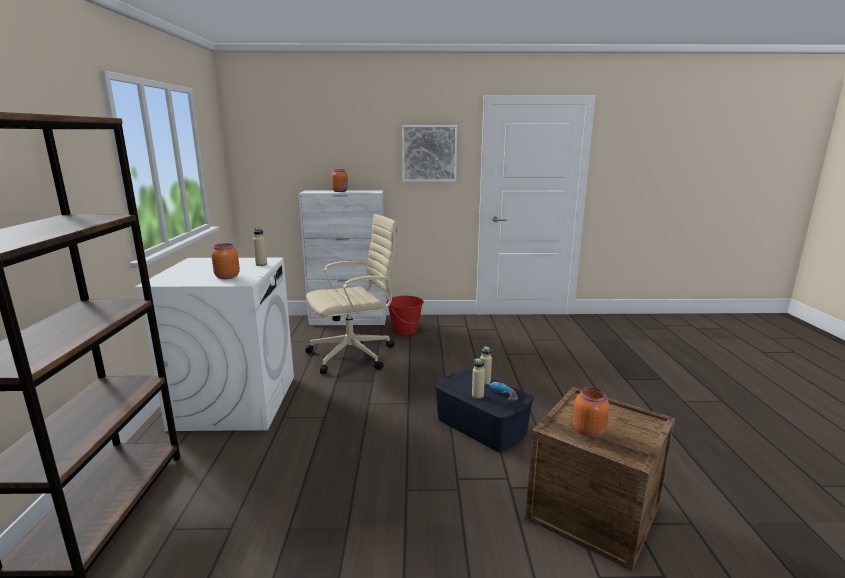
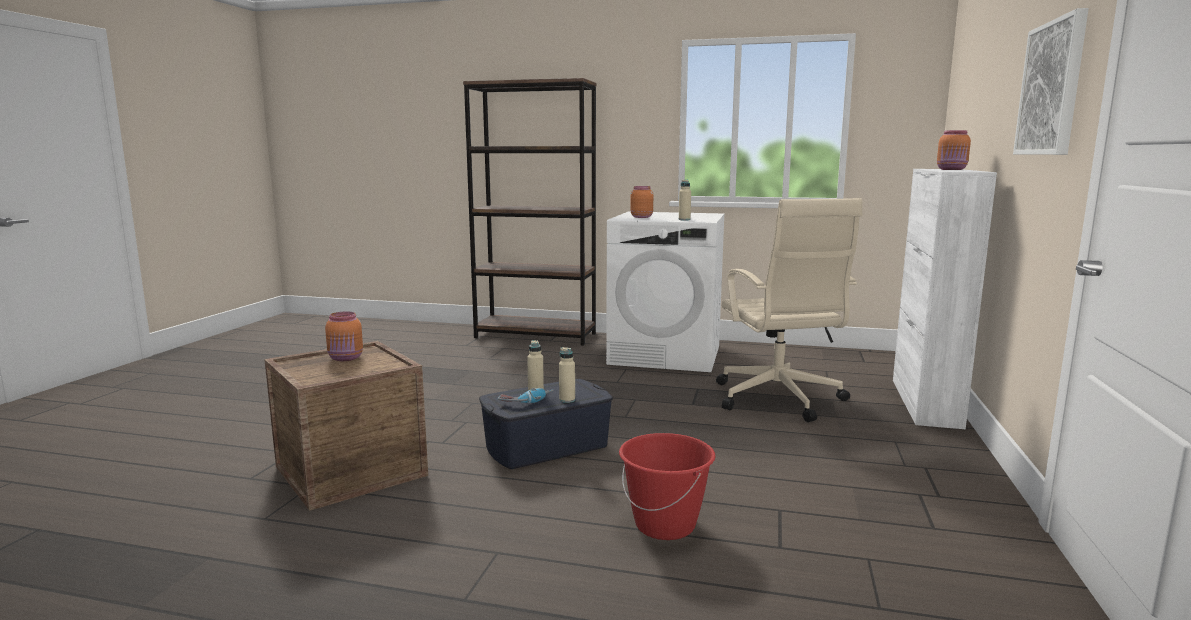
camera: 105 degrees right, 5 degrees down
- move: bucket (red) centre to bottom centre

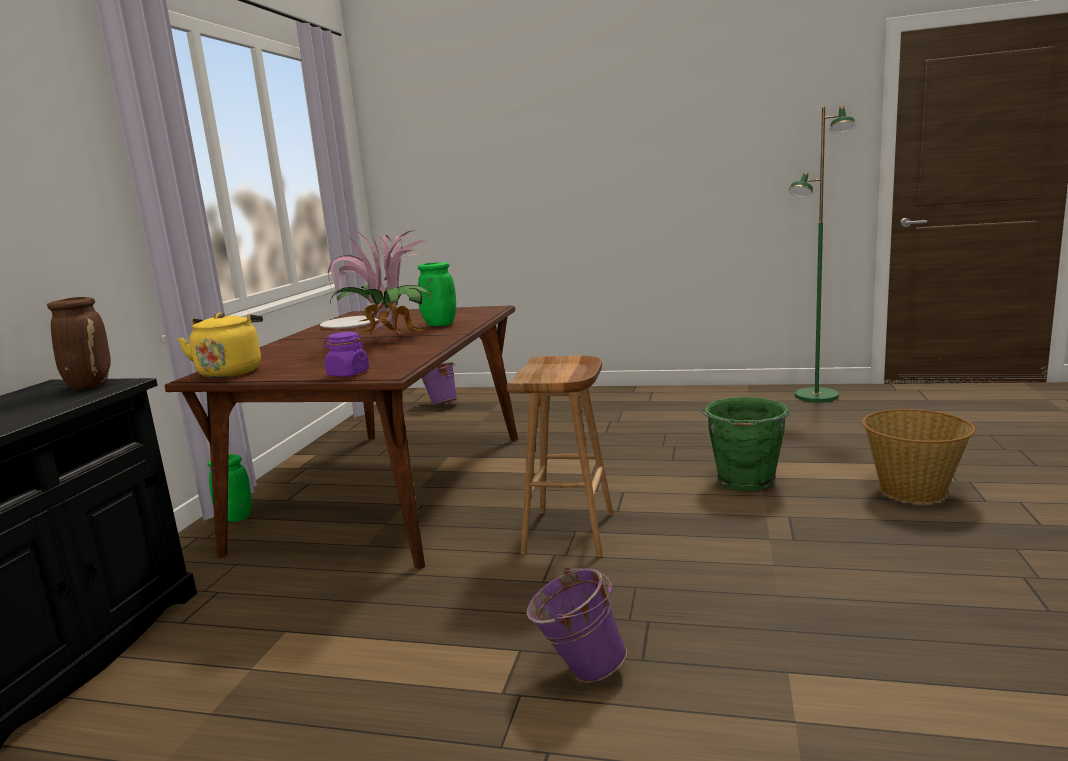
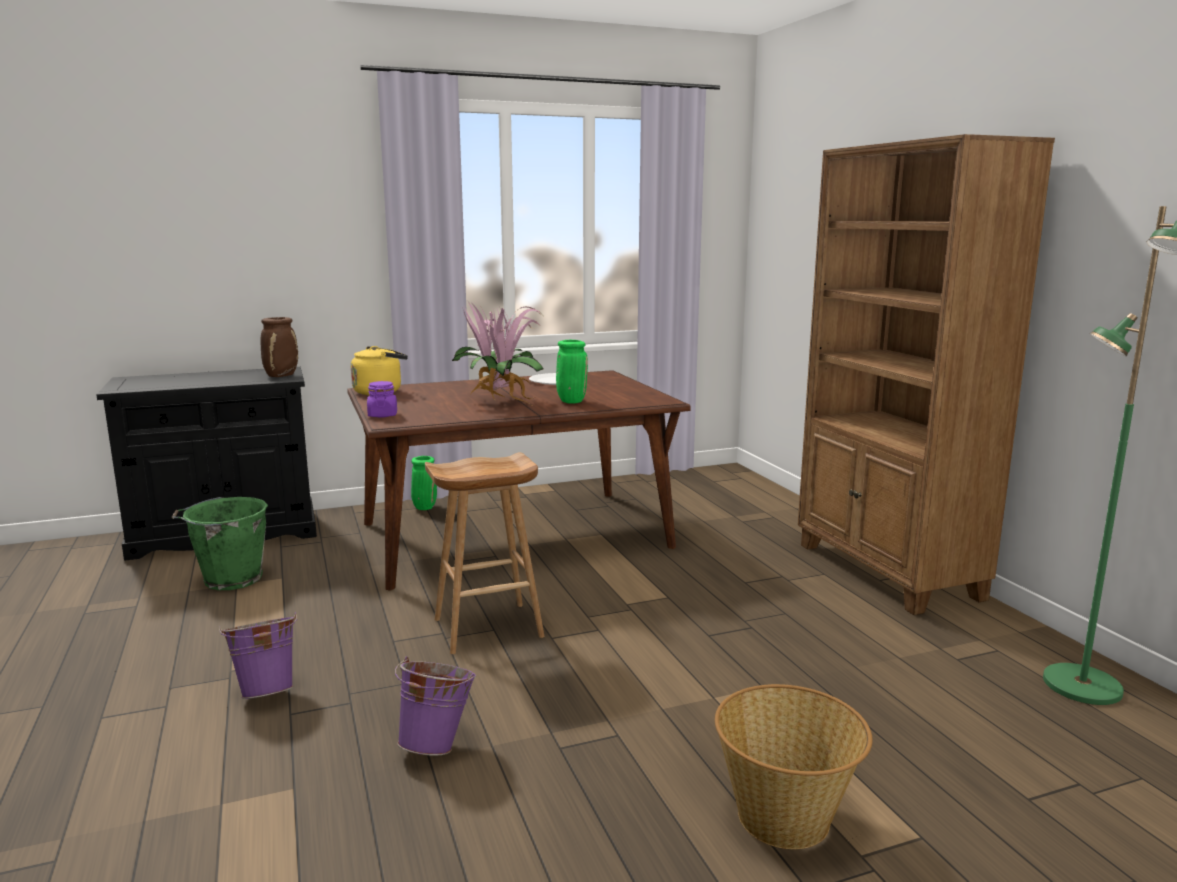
camera: 55 degrees right, 0 degrees up
- move: bucket (purple) (1st from left in the first image) centre to bucket (purple) (2nd from left) bottom centre
- move: bucket (green) middle right to middle left
- insert: bookcase (brown) middle right

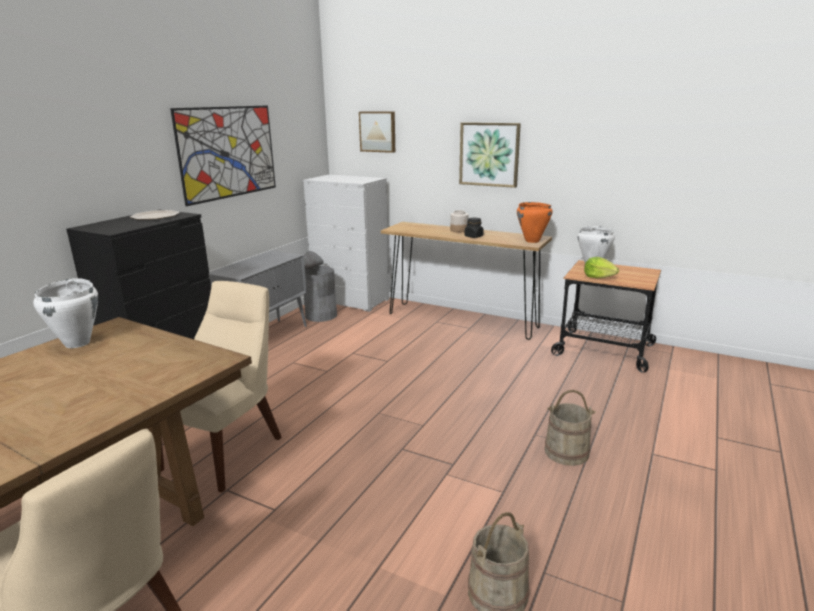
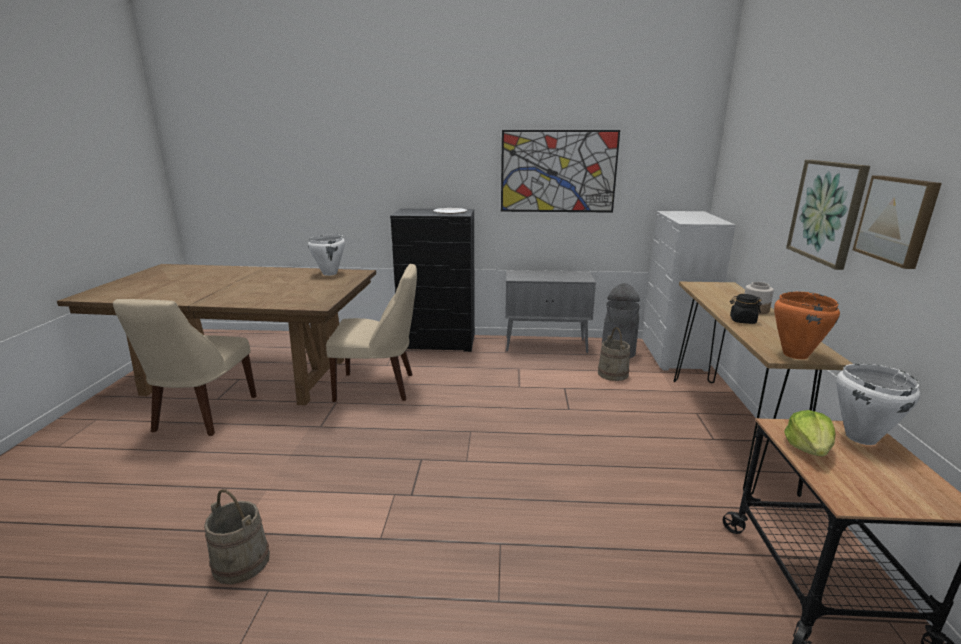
camera: 65 degrees right, 0 degrees up
- move: picture (2nd from left in the first image) top centre to picture (3rd from left) middle right
- move: bucket (beige) (2nd from left) bottom right to centre

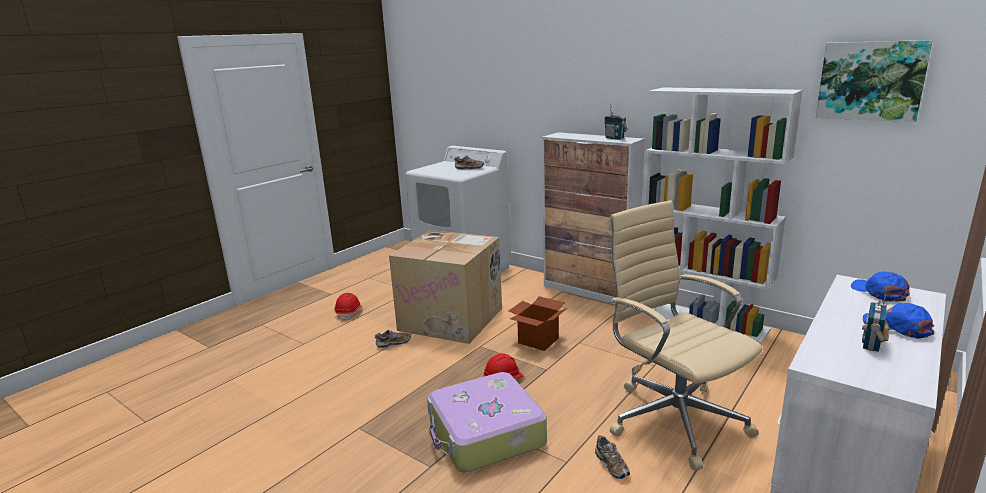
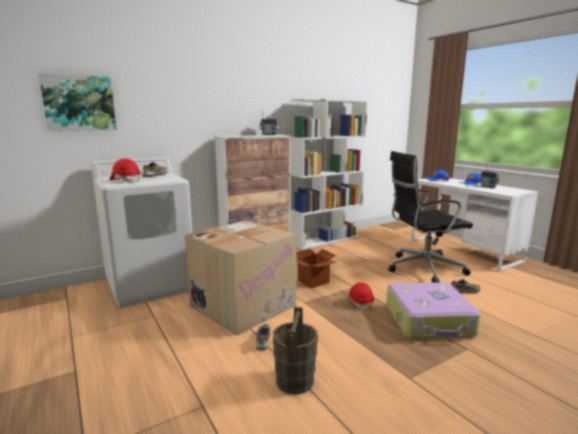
camera: 70 degrees left, 5 degrees down
- move: picture top right to top left
- recolor: office chair (beige) bottom right to office chair (black) middle right
- move: hard hat (red) (1st from left) centre to middle left
- insert: bucket (brown) bottom centre

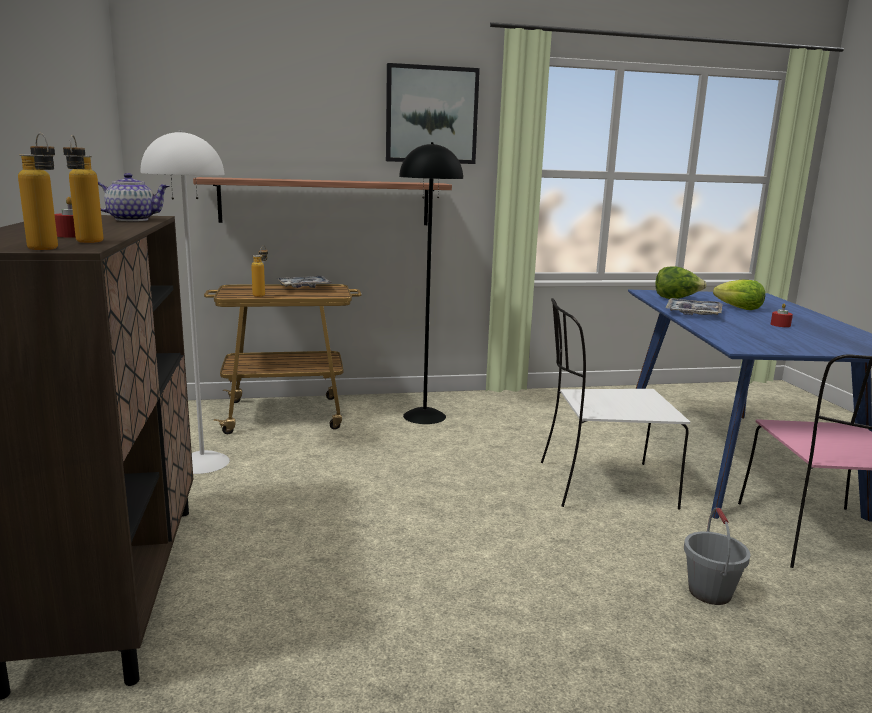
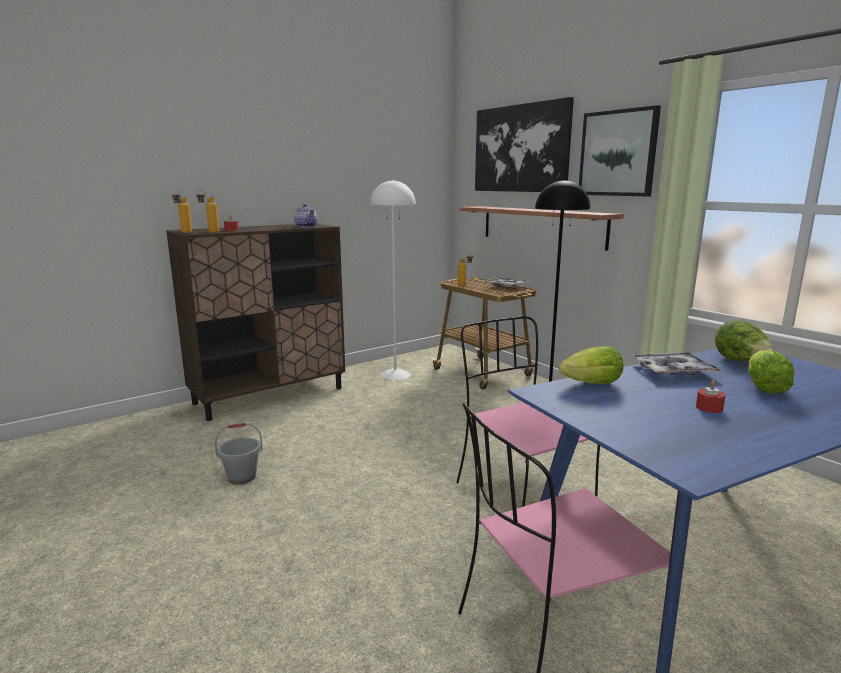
camera: 65 degrees right, 0 degrees up
- recolor: chair (white) middle right to chair (pink) (1st from left) centre
- move: bucket (grey) bottom right to bottom left
- insert: picture (1st from left) top centre
- insert: lettuce (1st from left) middle right

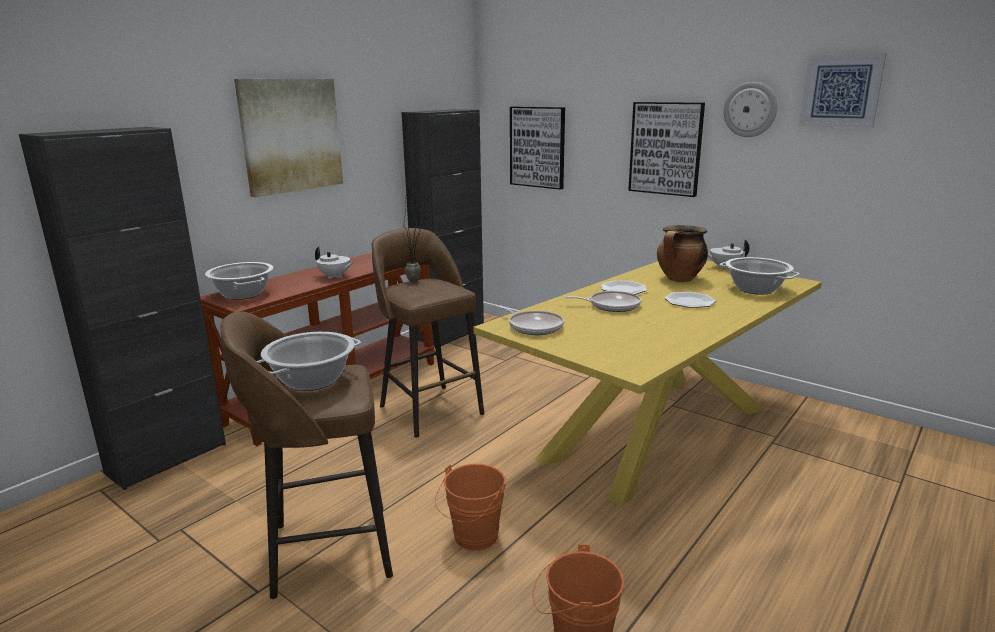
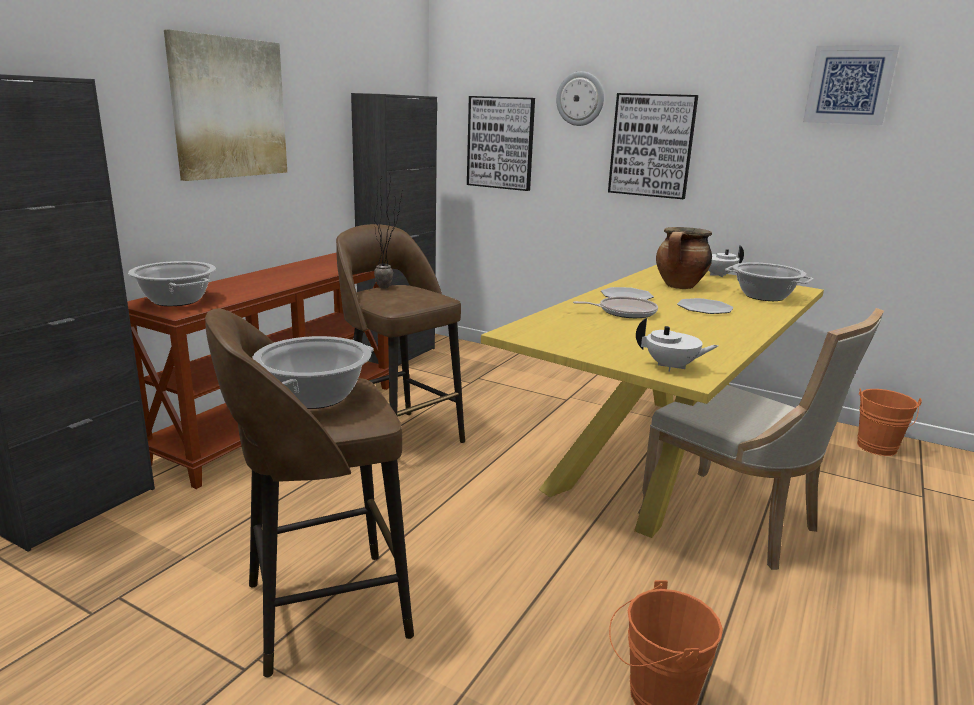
camera: 10 degrees left, 0 degrees up
- move: wall clock top right to top centre
- move: teapot (white) (1st from left) centre to middle right
- delete: frying pan (1st from left) centre
- move: bucket (orange) (1st from left in the first image) bottom centre to bucket (orange) (2nd from left) middle right
- insert: chair (beige) middle right

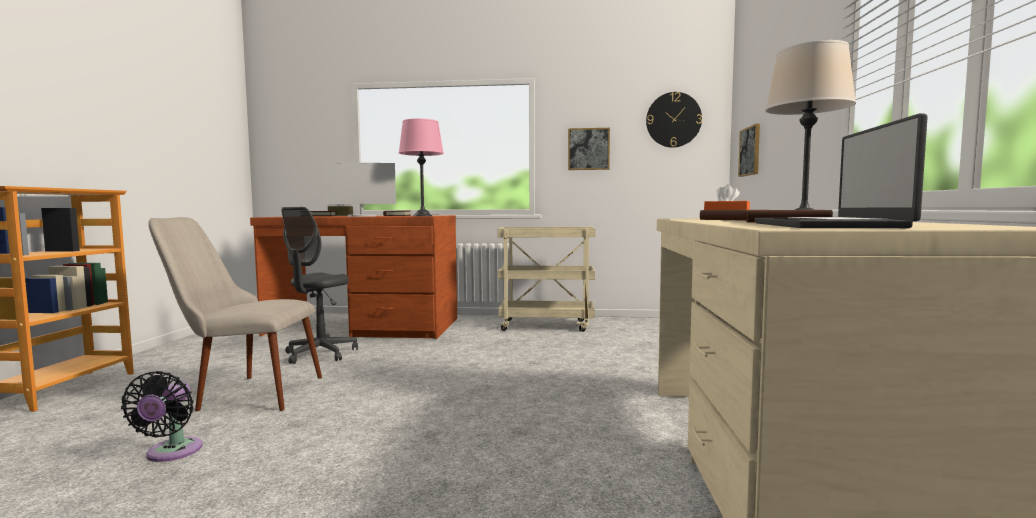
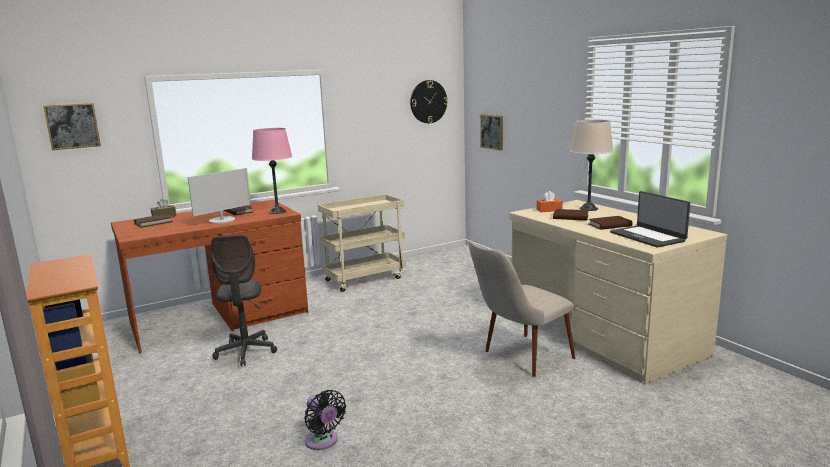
camera: 35 degrees left, 10 degrees up
- move: picture (1st from left) top centre to top left
- move: chair (beige) middle left to centre

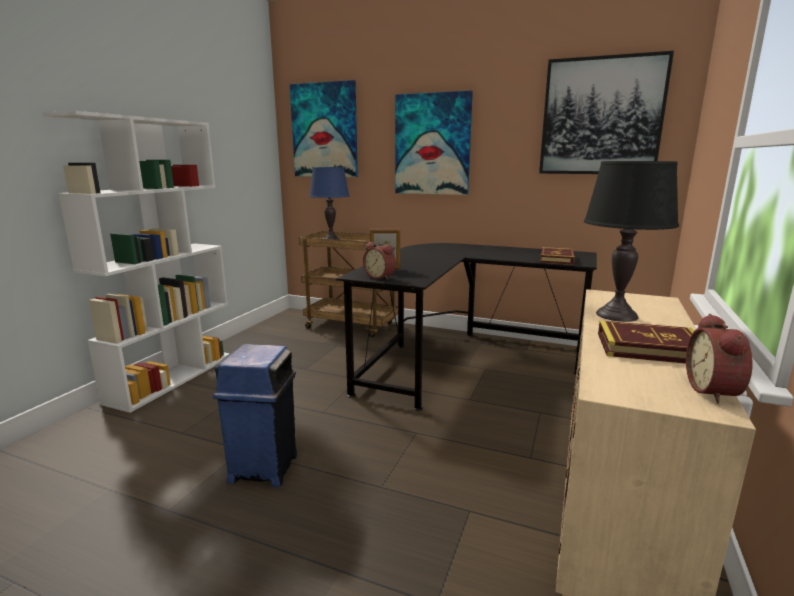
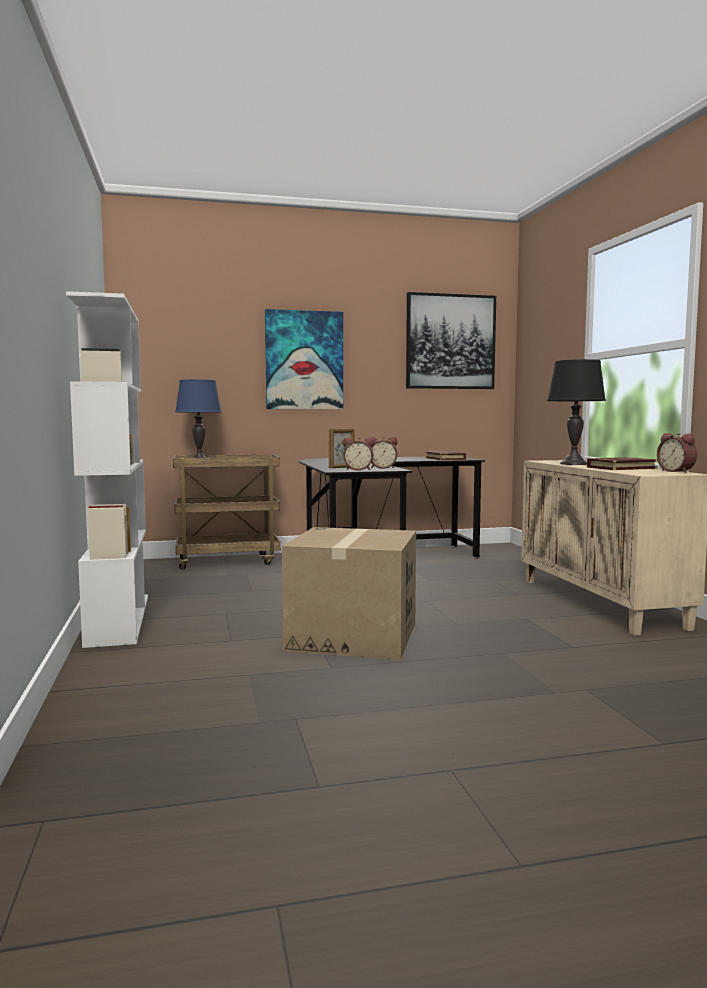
camera: 35 degrees left, 10 degrees down
- delete: picture (1st from left) top centre
- replace: trash can (blue) bottom left to cardboard box centre
- insert: alarm clock (2nd from left) centre

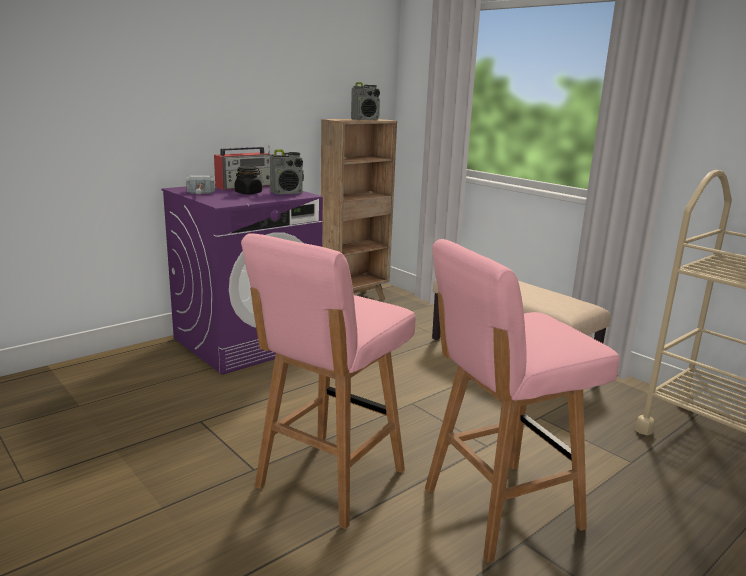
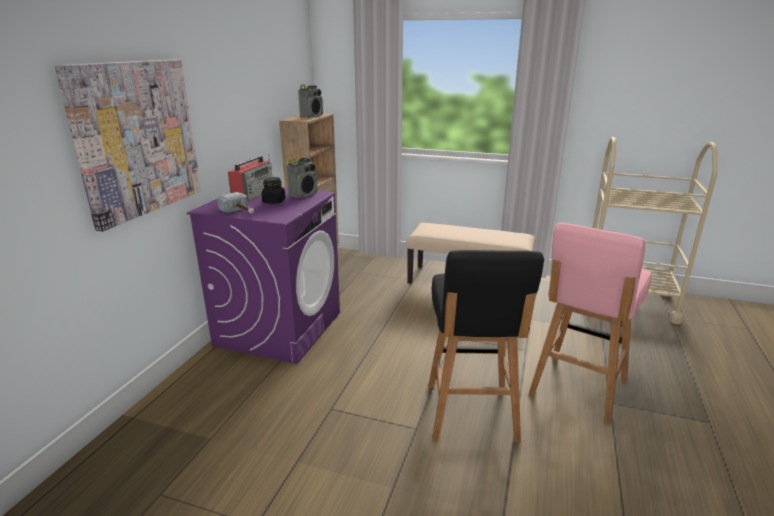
camera: 30 degrees left, 5 degrees up
- recolor: stool (pink) (1st from left) centre to stool (black) bottom centre
- insert: picture top left

